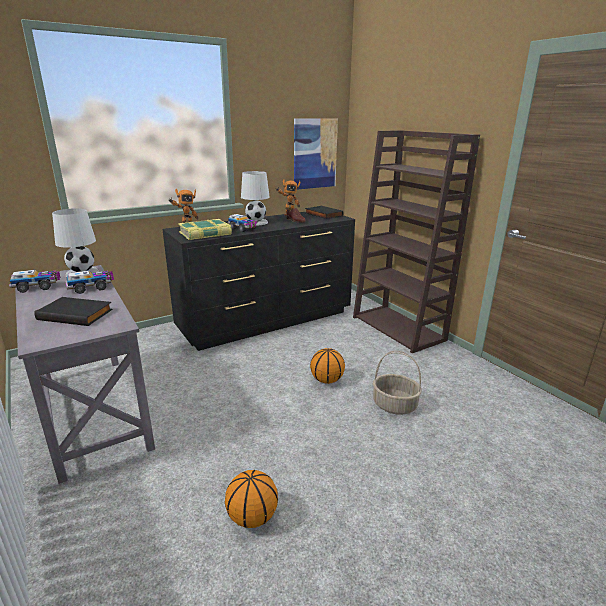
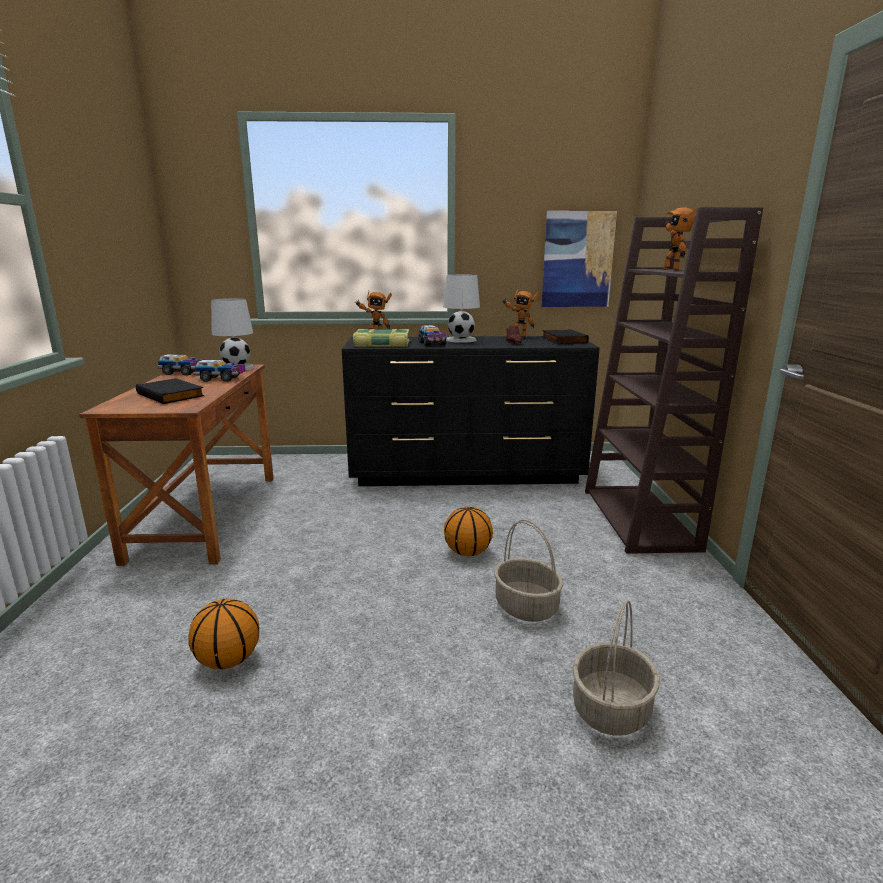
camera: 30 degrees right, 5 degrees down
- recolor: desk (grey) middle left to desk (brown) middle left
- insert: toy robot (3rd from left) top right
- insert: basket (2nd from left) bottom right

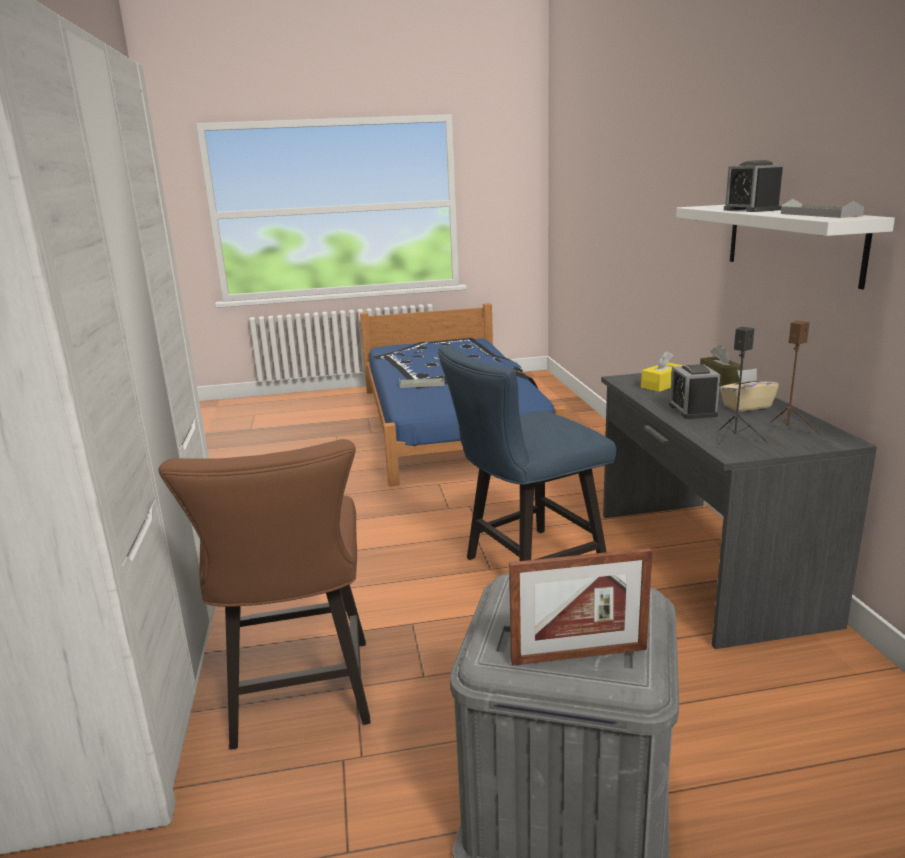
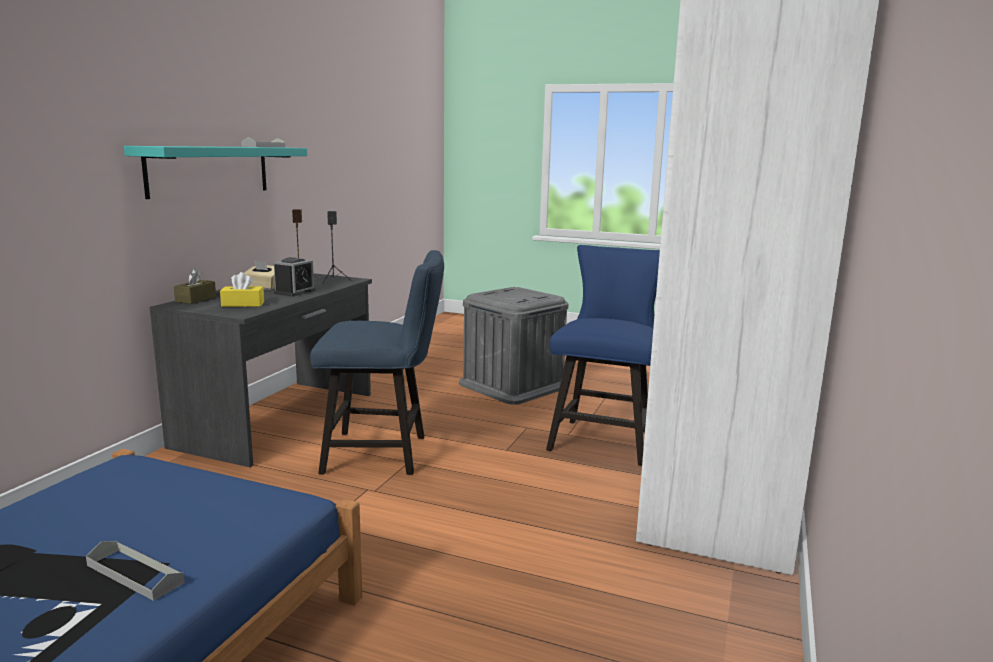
camera: 150 degrees left, 5 degrees down
- delete: alarm clock (2nd from left) top right
- recolor: shelf (white) top right to shelf (turquoise) top left
- recolor: chair (brown) bottom left to chair (blue) (2nd from left) centre
- delete: picture frame bottom centre

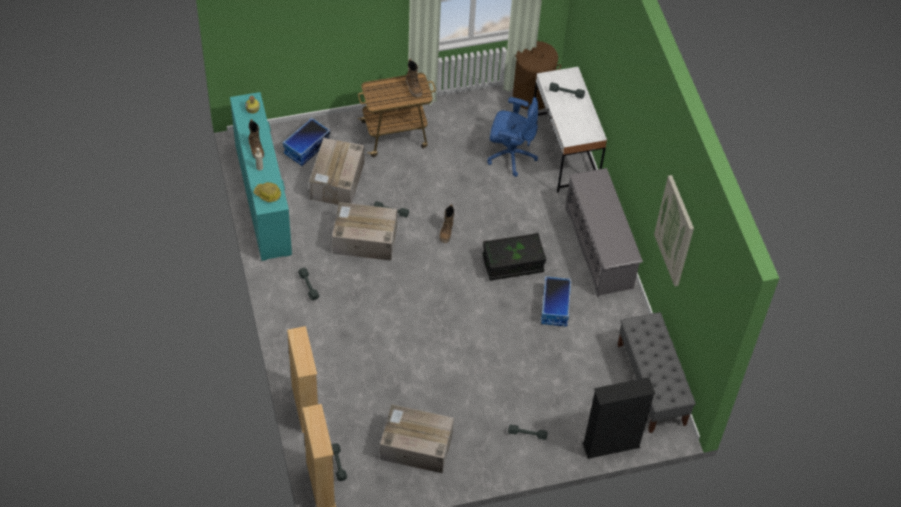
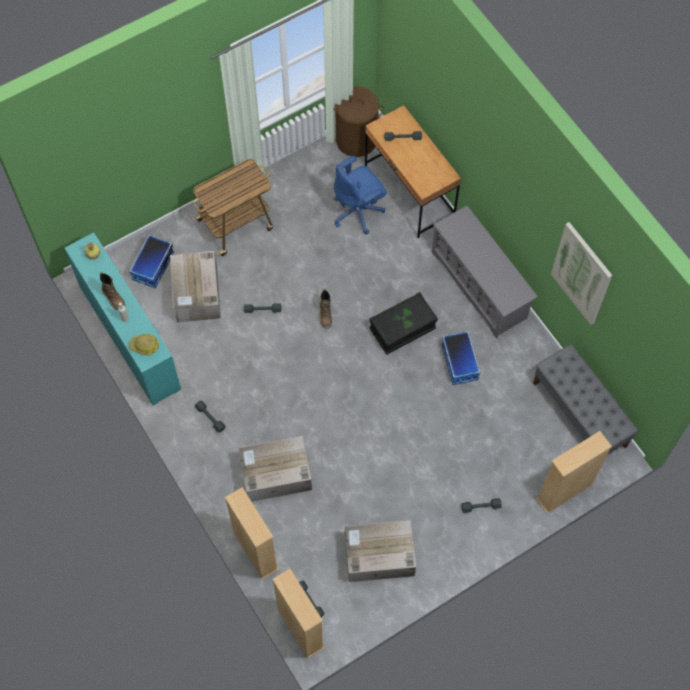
camera: 15 degrees left, 10 degrees up
- delete: boot (2nd from left) top centre
- recolor: desk (white) top centre to desk (brown) top centre
- rotate: office chair (blue) top centre = top centre 150 degrees clockwise
- move: cardboard box (2nd from left) centre to bottom centre
- recolor: bookcase (black) bottom right to bookcase (beige) (3rd from left) bottom right

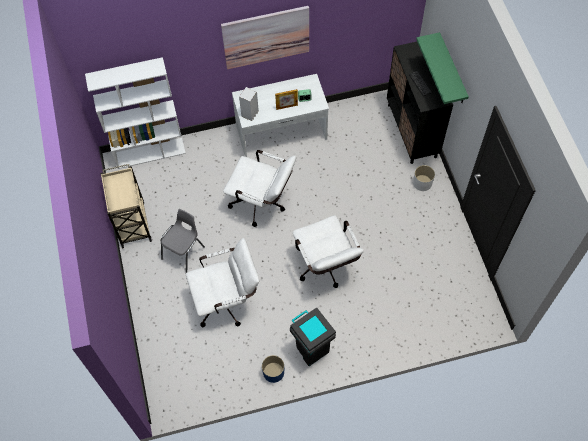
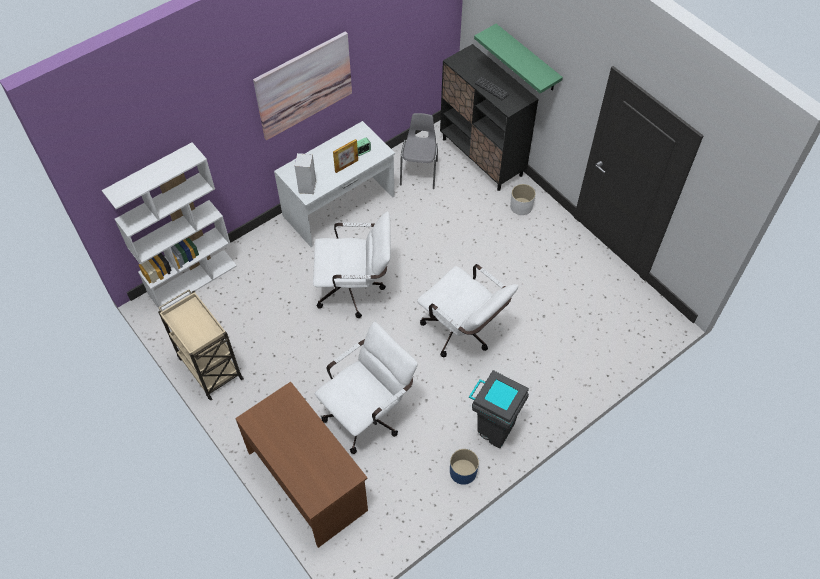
camera: 25 degrees left, 5 degrees down
- move: chair (grey) middle left to top centre
- insert: desk (brown) bottom centre

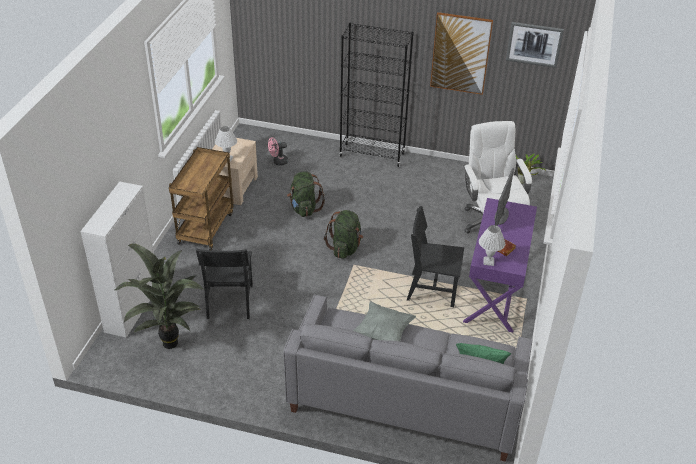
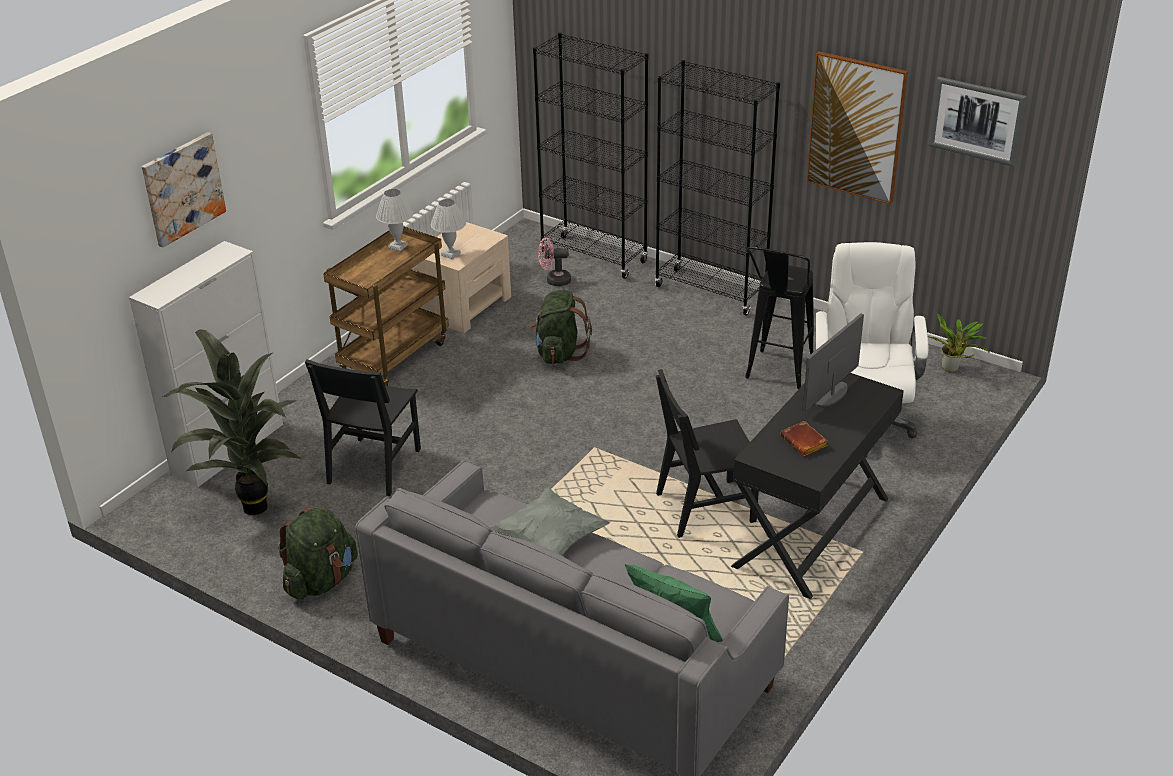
camera: 20 degrees right, 5 degrees down
- recolor: desk (purple) middle right to desk (black) middle right
- rotate: chair (black) (2nd from left) centre = centre 45 degrees counterclockwise
- move: backpack (green) (2nd from left in the first image) centre to backpack (green) (1st from left) bottom left
- move: table lamp (white) (2nd from left in the first image) middle right to table lamp (white) (1st from left) top centre
- insert: bookcase (black) (1st from left) top centre
- insert: picture (1st from left) top left
- insert: stool (black) centre

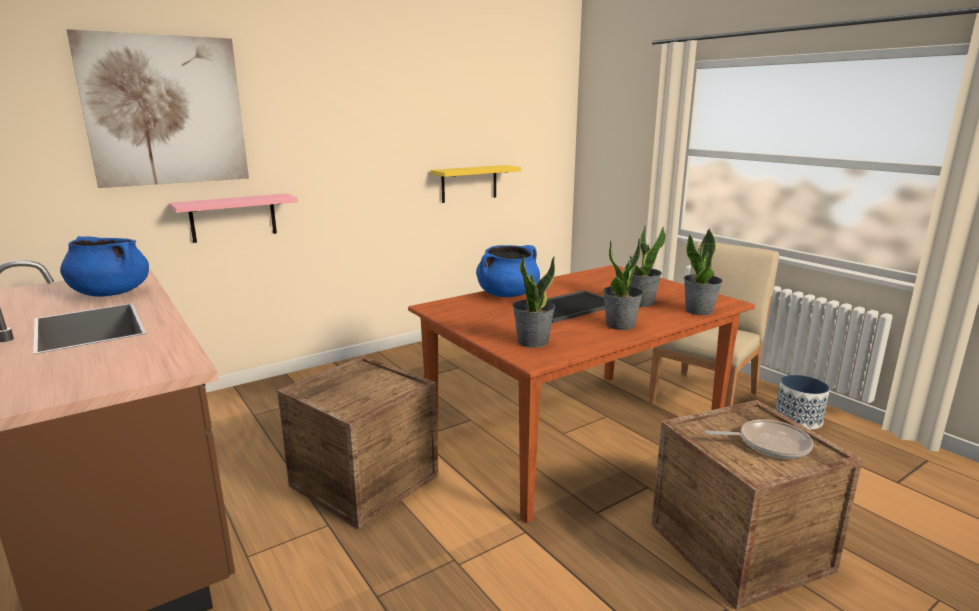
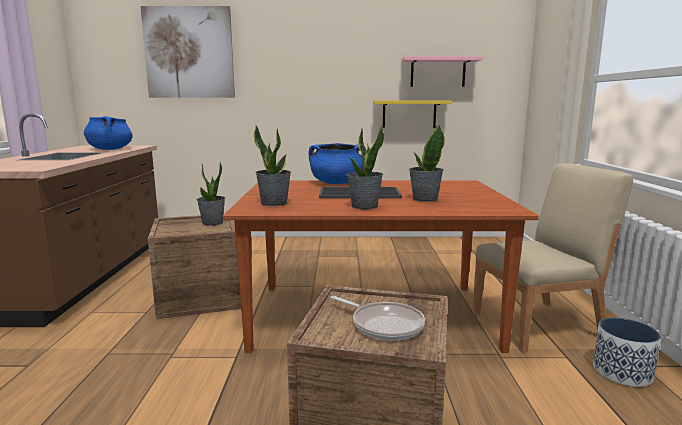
camera: 35 degrees right, 5 degrees down
- move: shelf (pink) middle left to top centre
- move: potted plant (4th from left in the first image) middle right to potted plant (1st from left) middle left

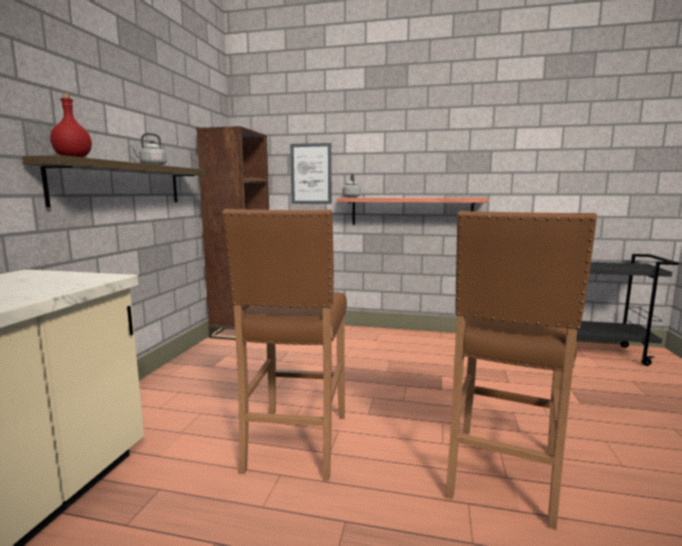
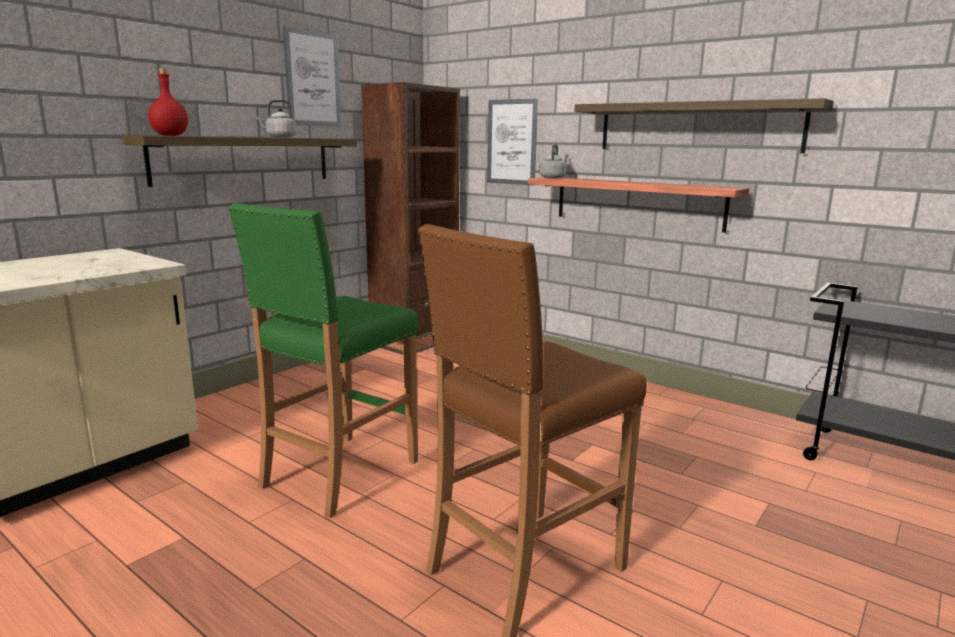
camera: 25 degrees right, 5 degrees up
- recolor: stool (brown) (1st from left) centre to stool (green) centre
- insert: picture (1st from left) top left
- insert: shelf (3rd from left) top right

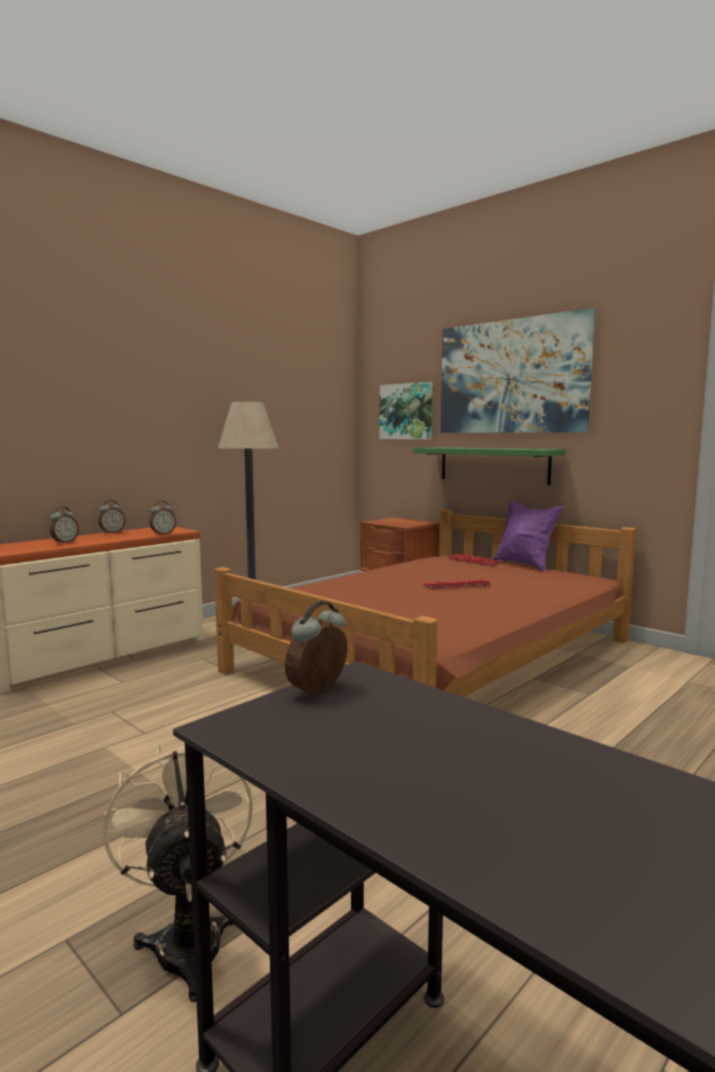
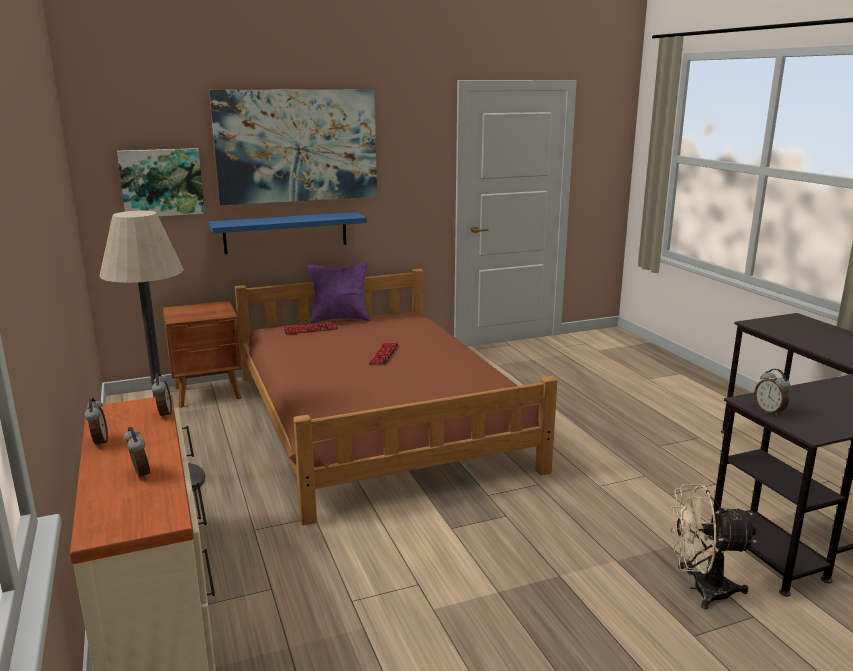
camera: 65 degrees left, 10 degrees up
- recolor: shelf (green) middle right to shelf (blue) centre

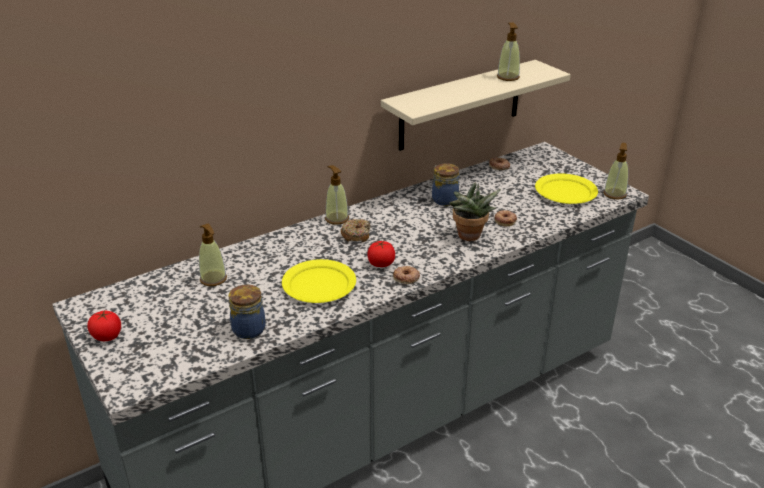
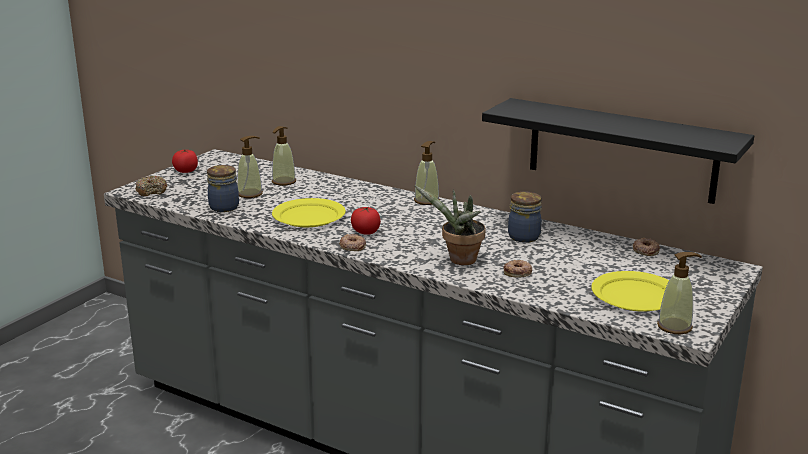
camera: 65 degrees right, 10 degrees down
- move: soap dispenser (3rd from left in the first image) top centre to soap dispenser (1st from left) middle left
- recolor: shelf (beige) top centre to shelf (black) top right
- move: donut (1st from left) centre to middle left

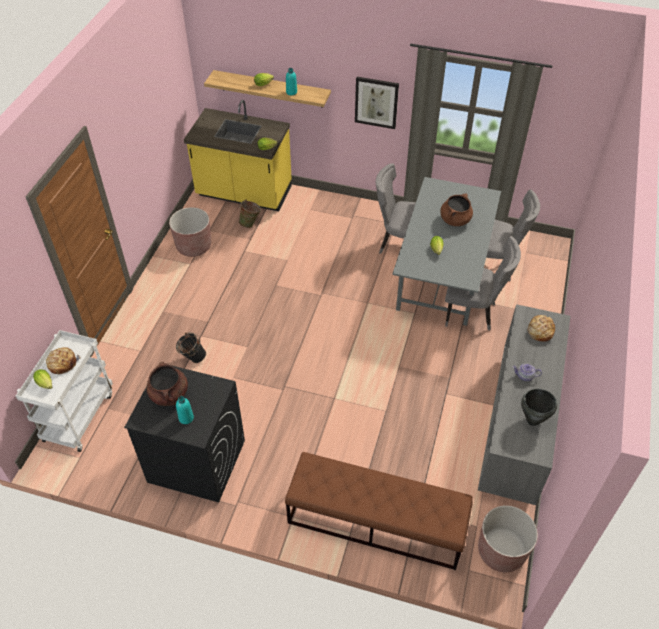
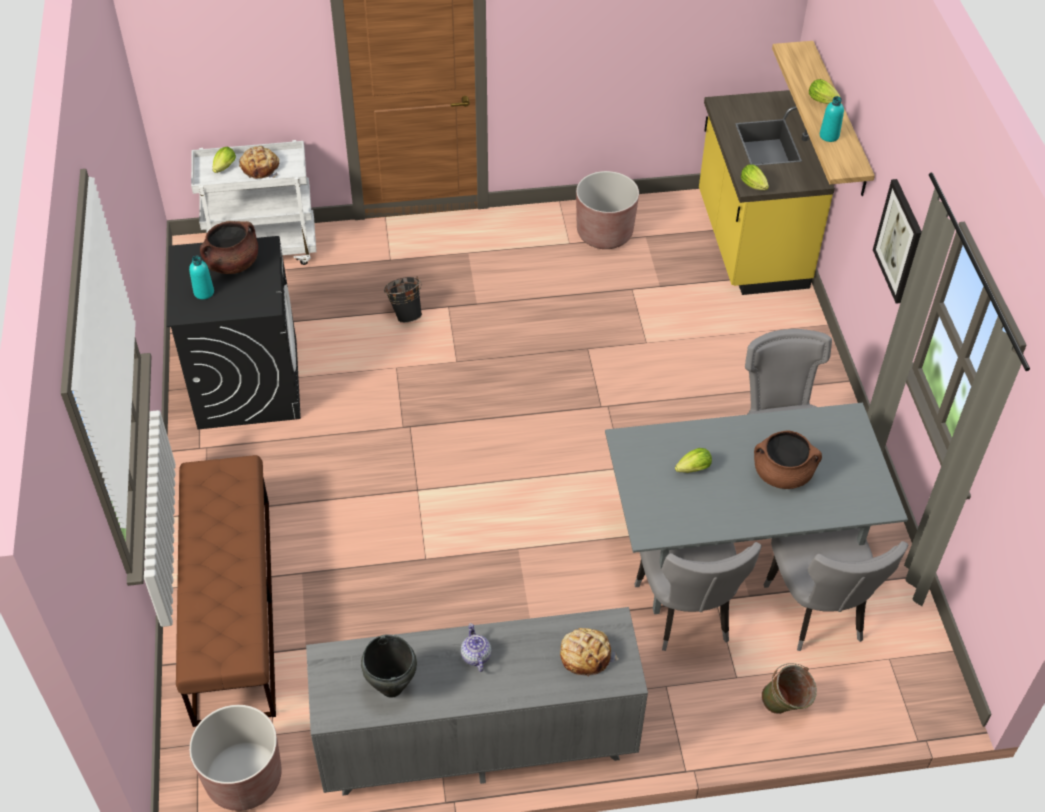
camera: 65 degrees right, 0 degrees up
- move: bucket (green) centre to bottom right

